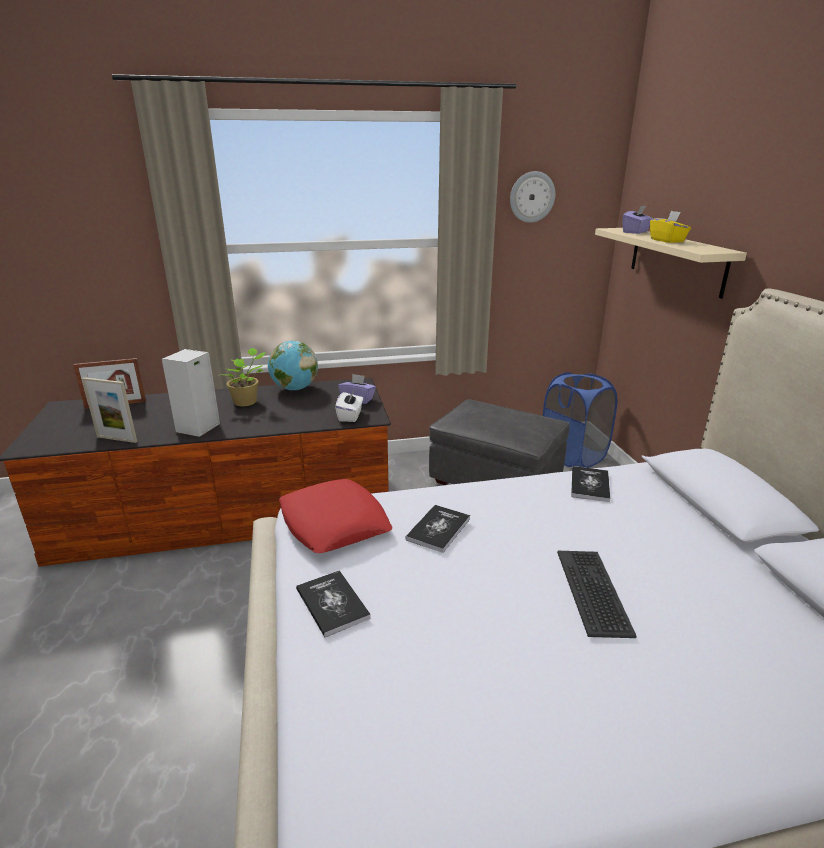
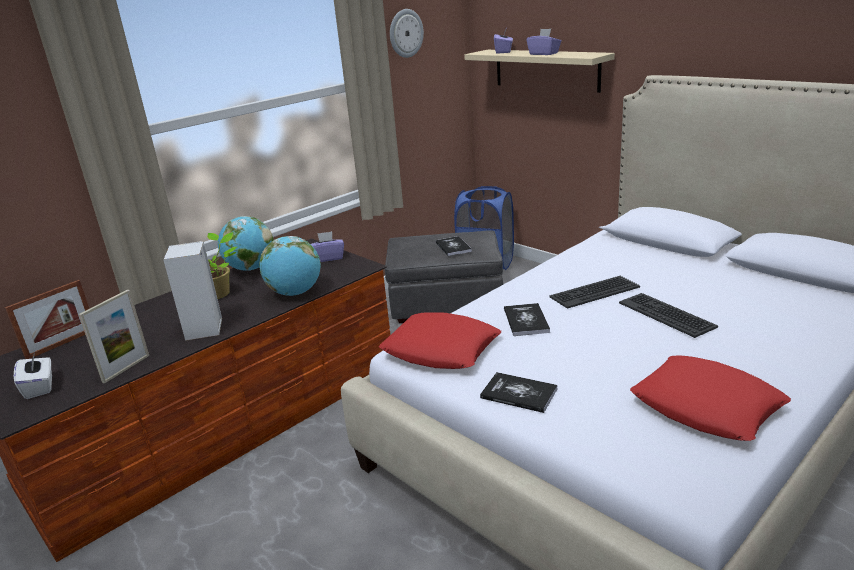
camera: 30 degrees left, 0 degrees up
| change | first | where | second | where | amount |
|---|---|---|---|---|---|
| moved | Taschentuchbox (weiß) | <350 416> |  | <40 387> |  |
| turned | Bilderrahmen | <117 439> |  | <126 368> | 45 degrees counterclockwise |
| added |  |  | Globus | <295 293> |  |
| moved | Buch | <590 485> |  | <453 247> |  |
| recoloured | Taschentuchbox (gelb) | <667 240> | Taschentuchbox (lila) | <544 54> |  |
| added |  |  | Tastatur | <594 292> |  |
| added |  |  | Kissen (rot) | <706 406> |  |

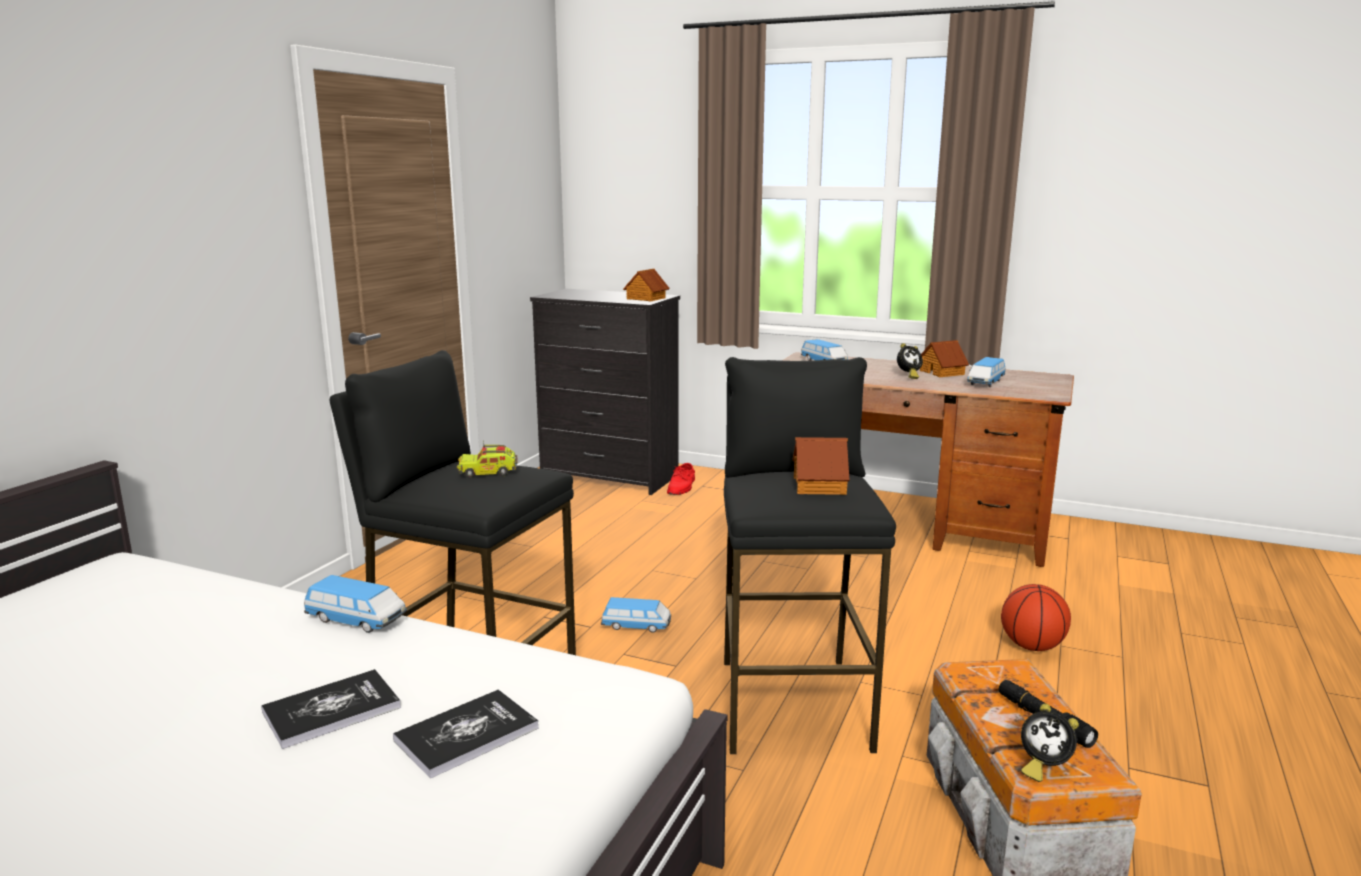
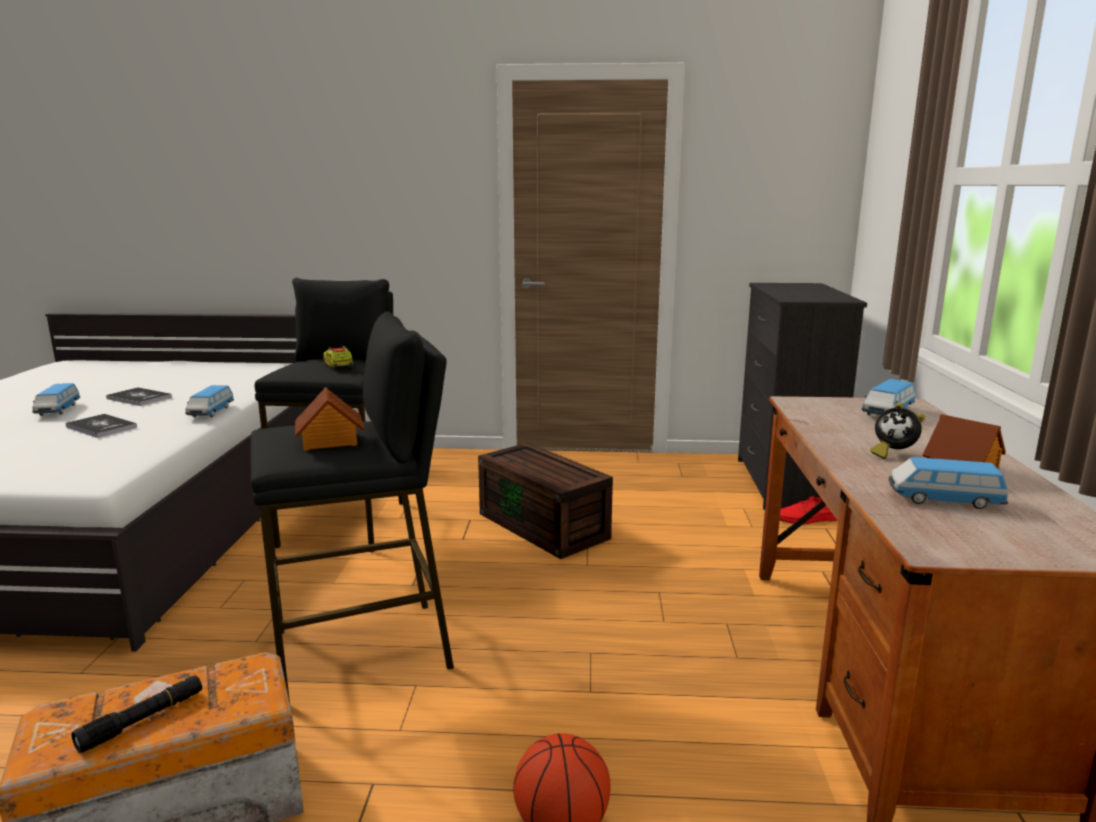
camera: 70 degrees right, 0 degrees up
| change | first | where | second | where | amount |
|---|---|---|---|---|---|
| moved | Spielzeugauto | <636 626> |  | <58 410> |  |
| moved | Buch | <466 734> |  | <139 398> |  |
| added |  |  | Aufbewahrungsbox (braun) | <546 526> |  |
| removed | Spielzeughaus | <645 298> |  |  |  |
| removed | Wecker | <1042 767> |  |  |  |

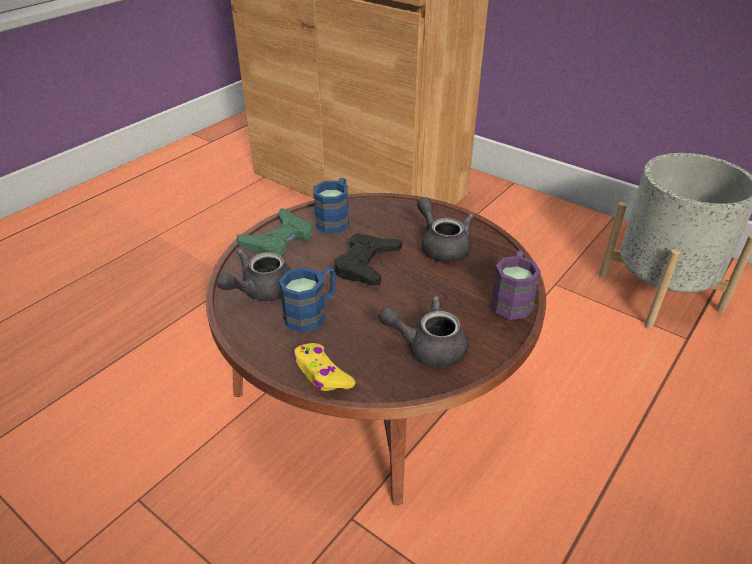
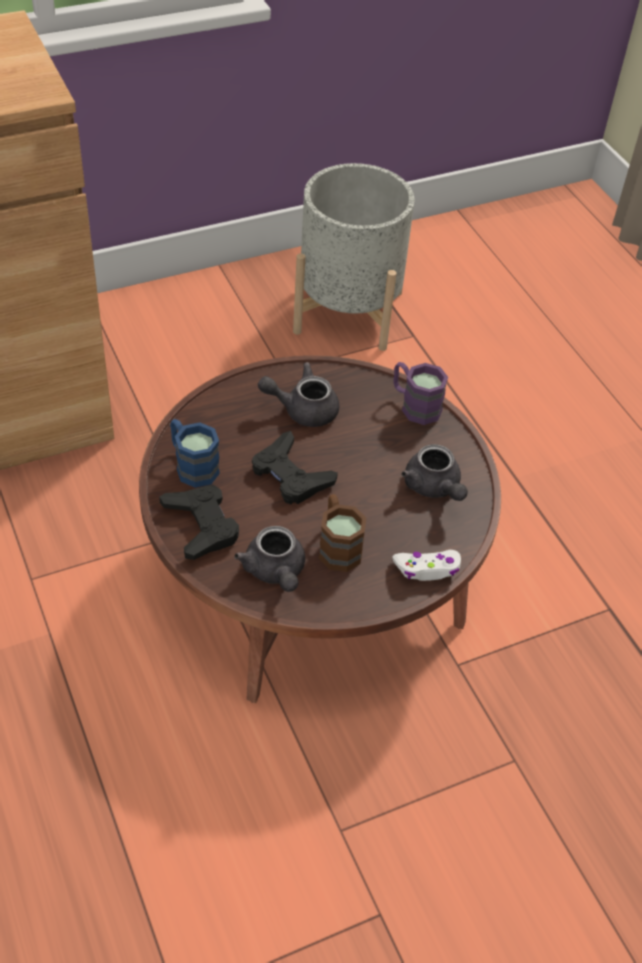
camera: 65 degrees left, 10 degrees up
| change | first | where | second | where | amount |
|---|---|---|---|---|---|
| recoloured | Gamepad (grün) | <278 241> | Gamepad (schwarz) | <201 525> |  |
| recoloured | Henkelbecher (blau) | <312 313> | Henkelbecher (braun) | <337 546> |  |
| recoloured | Gamepad (gelb) | <322 374> | Gamepad (weiß) | <427 569> |  |
| turned | Teekanne (grau) | <427 347> |  | <434 487> | 60 degrees counterclockwise |

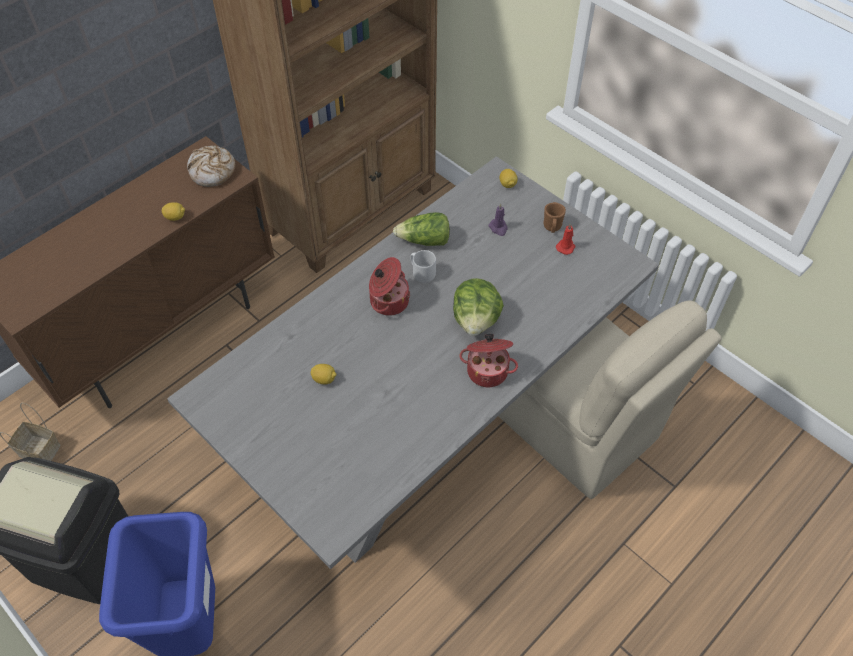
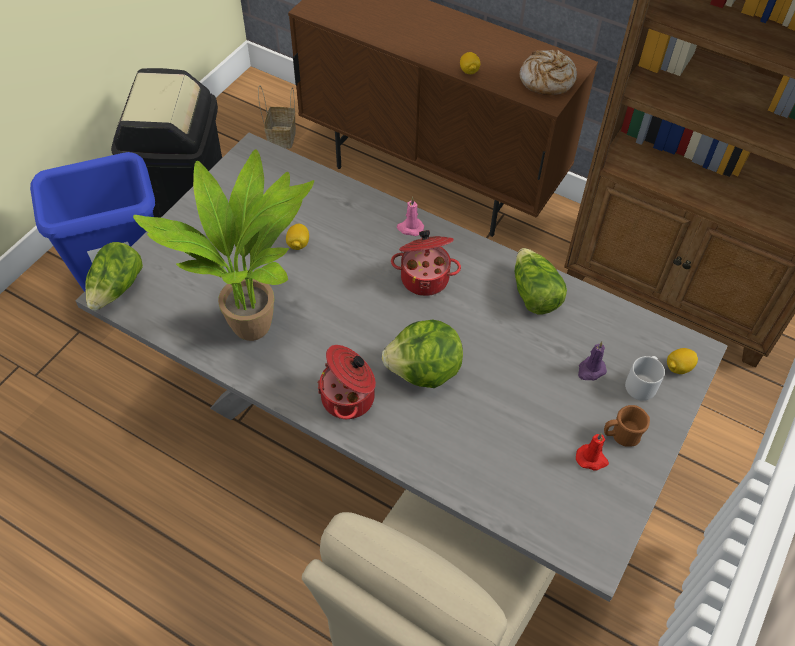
camera: 75 degrees right, 0 degrees up
| change | first | where | second | where | amount |
|---|---|---|---|---|---|
| added |  |  | Salatkopf | <117 288> |  |
| added |  |  | Topfpflanze | <254 322> |  |
| added |  |  | Kerze (rosa) | <410 228> |  |
| moved | Henkelbecher (grau) | <422 272> |  | <642 384> |  |

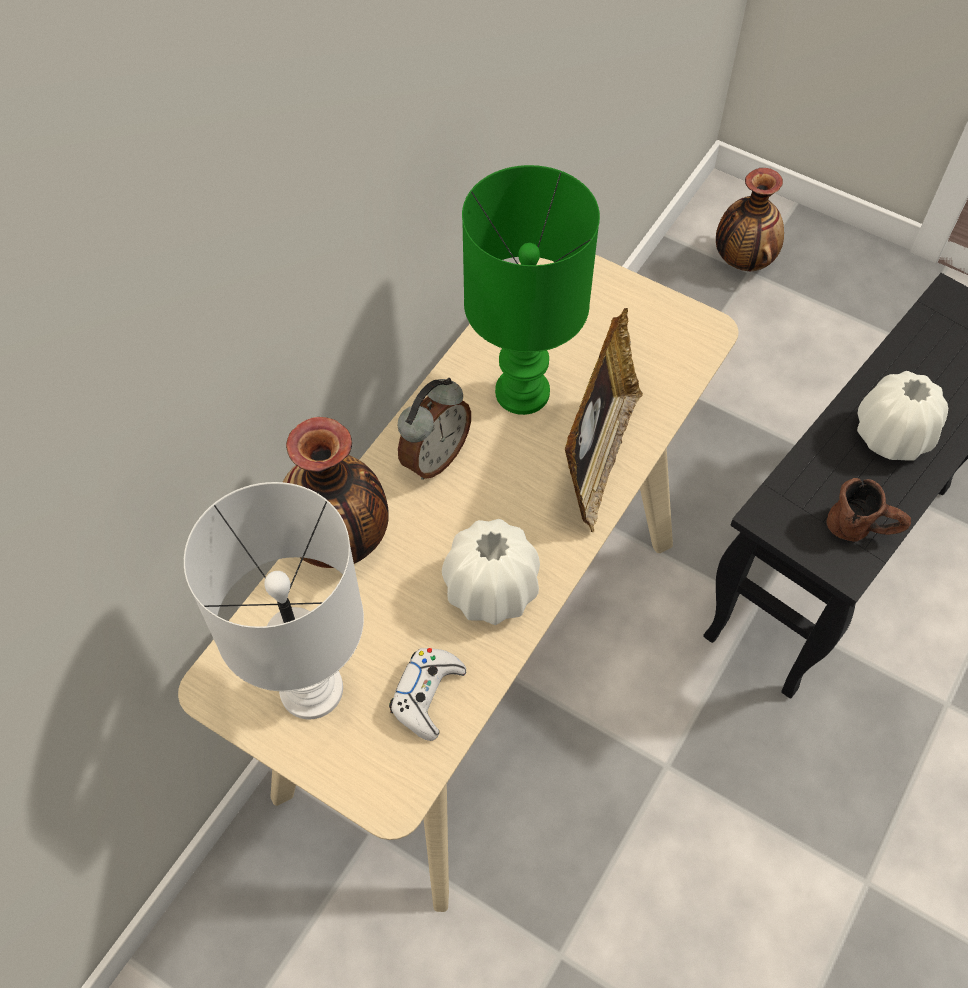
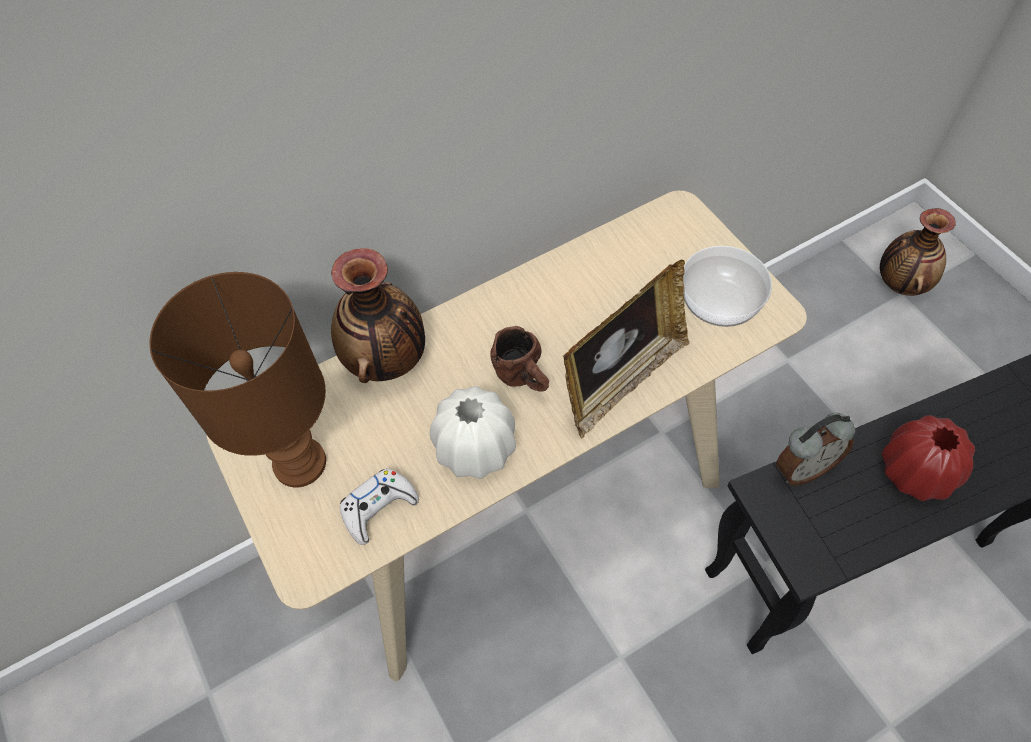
camera: 30 degrees right, 0 degrees up
| change | first | where | second | where | amount |
|---|---|---|---|---|---|
| recoloured | Tischlampe (weiß) | <312 692> | Tischlampe (braun) | <299 465> |  |
| moved | Henkelbecher (braun) | <863 528> |  | <524 379> |  |
| added |  |  | Schüssel | <720 300> |  |
| moved | Wecker | <434 457> |  | <803 468> |  |
| recoloured | Vase (weiß) | <892 436> | Vase (rot) | <915 472> |  |
| removed | Tischlampe (grün) | <520 393> |  |  |  |

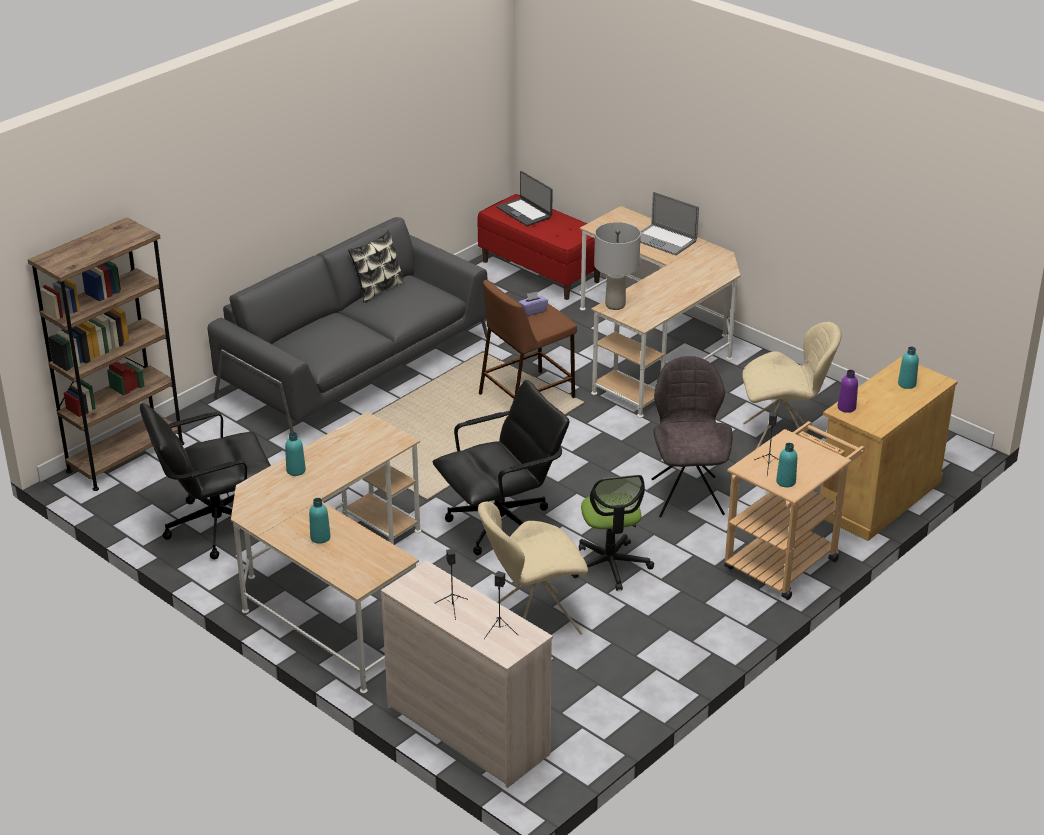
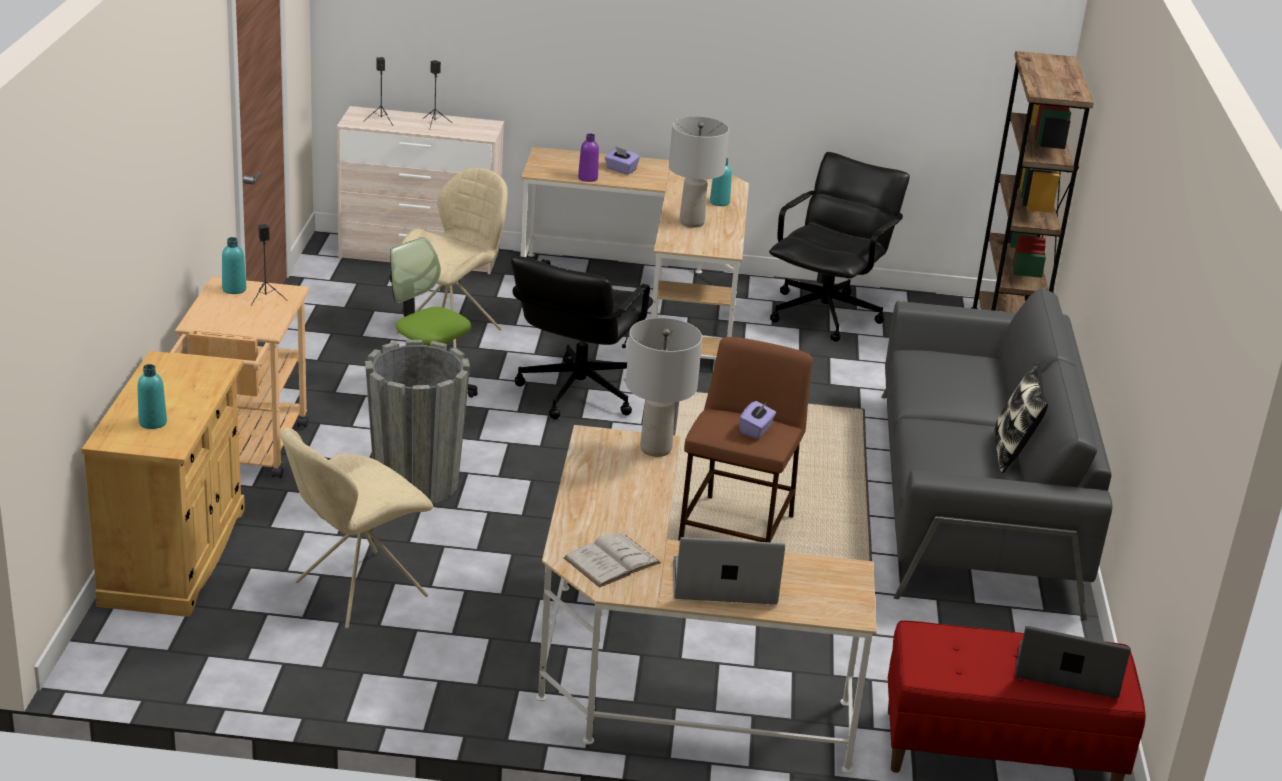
camera: 140 degrees right, 5 degrees down
| change | first | where | second | where | amount |
|---|---|---|---|---|---|
| replaced | Stuhl (grau) | <687 495> | Pflanzkübel (grau) | <416 483> |  |
| added |  |  | Buch (weiß) | <612 560> |  |
| moved | Flasche (lila) | <846 407> |  | <588 178> |  |
| replaced | Flasche (türkis) | <320 537> | Taschentuchbox (lila) | <621 170> |  |
| added |  |  | Tischlampe (grau) | <692 222> |  |

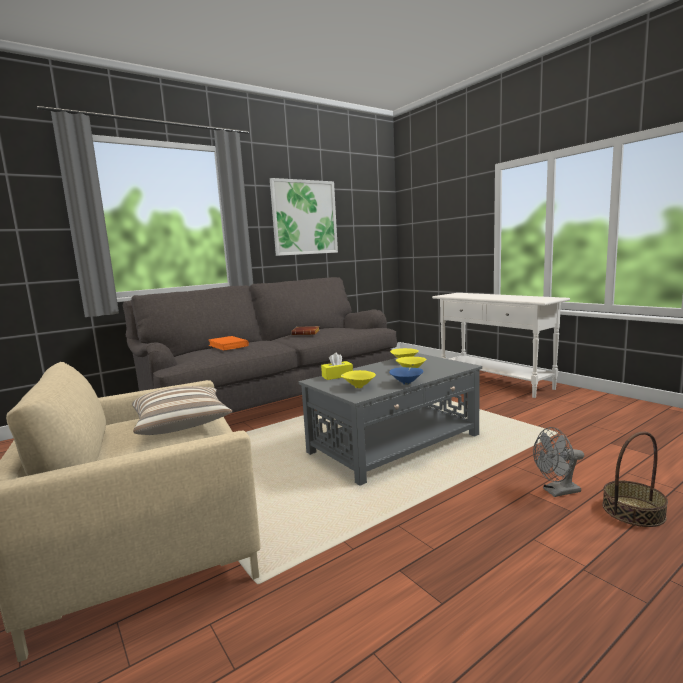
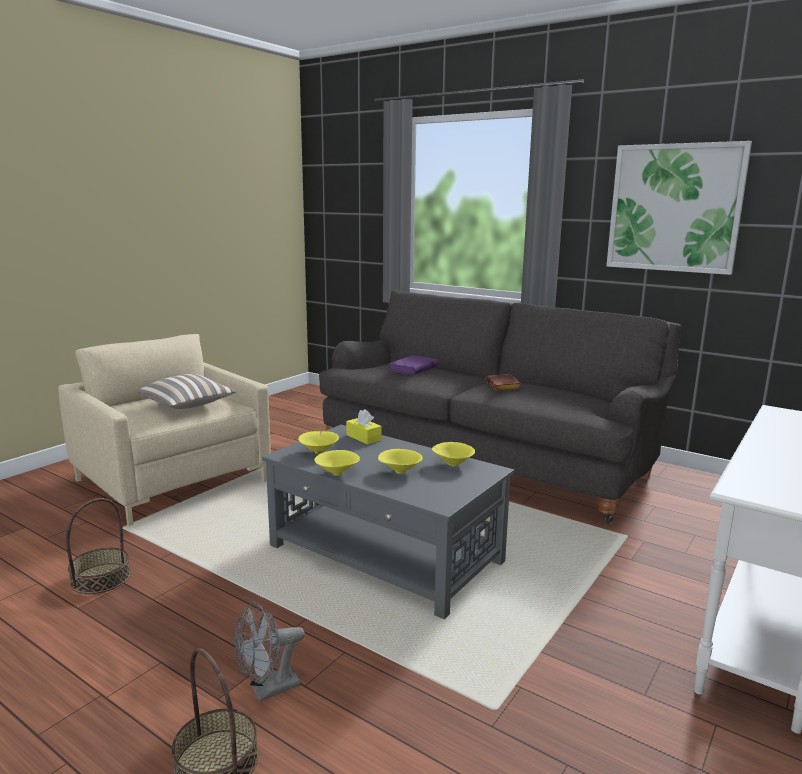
camera: 70 degrees right, 5 degrees up
| change | first | where | second | where | amount |
|---|---|---|---|---|---|
| added |  |  | Korb | <101 578> |  |
| turned | Ventilator (grau) | <557 492> |  | <268 690> | 90 degrees counterclockwise |
| recoloured | Schüssel (blau) | <407 383> | Schüssel (gelb) | <338 473> |  |
| recoloured | Buch (orange) | <228 346> | Buch (lila) | <413 368> |  |

